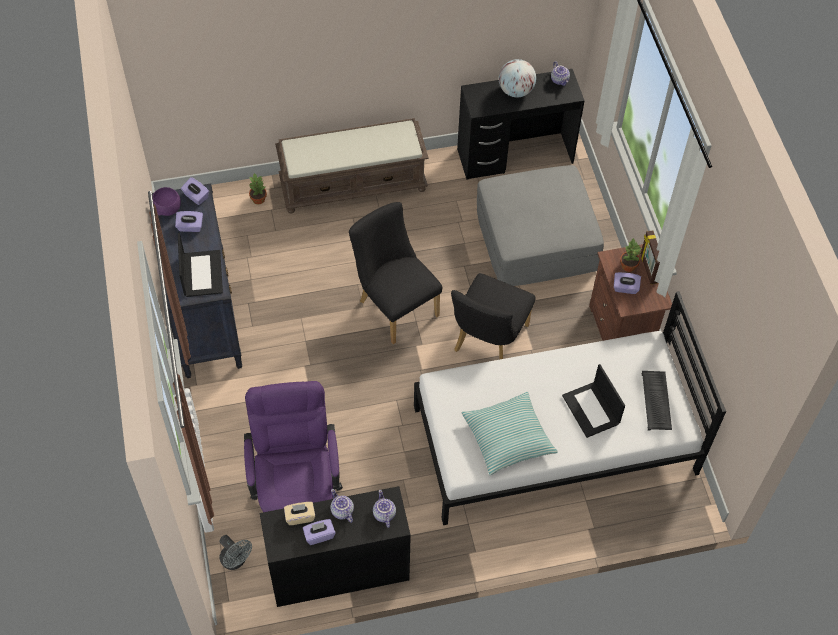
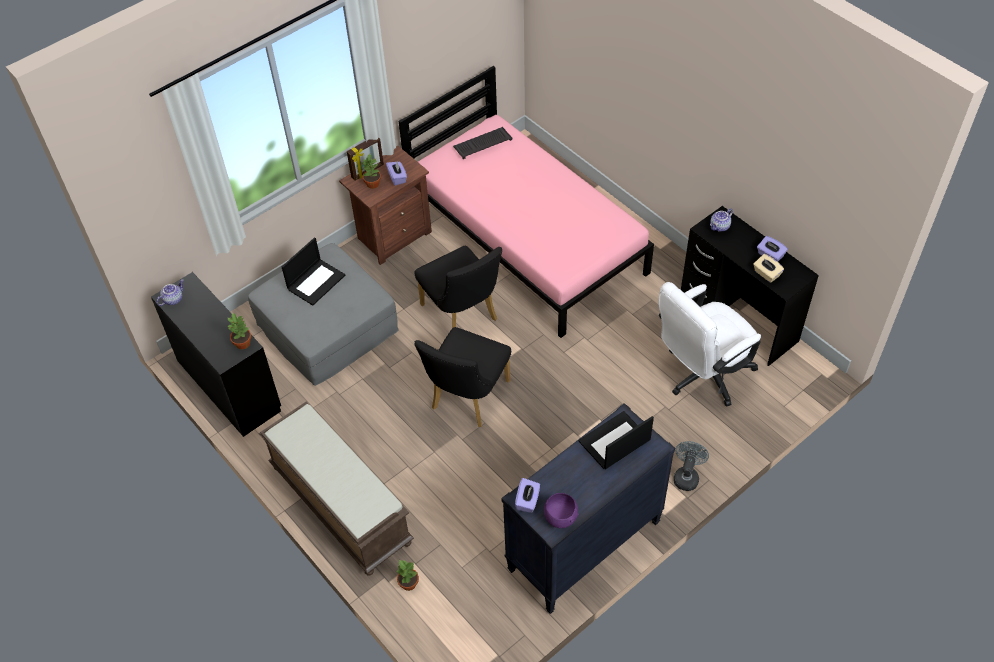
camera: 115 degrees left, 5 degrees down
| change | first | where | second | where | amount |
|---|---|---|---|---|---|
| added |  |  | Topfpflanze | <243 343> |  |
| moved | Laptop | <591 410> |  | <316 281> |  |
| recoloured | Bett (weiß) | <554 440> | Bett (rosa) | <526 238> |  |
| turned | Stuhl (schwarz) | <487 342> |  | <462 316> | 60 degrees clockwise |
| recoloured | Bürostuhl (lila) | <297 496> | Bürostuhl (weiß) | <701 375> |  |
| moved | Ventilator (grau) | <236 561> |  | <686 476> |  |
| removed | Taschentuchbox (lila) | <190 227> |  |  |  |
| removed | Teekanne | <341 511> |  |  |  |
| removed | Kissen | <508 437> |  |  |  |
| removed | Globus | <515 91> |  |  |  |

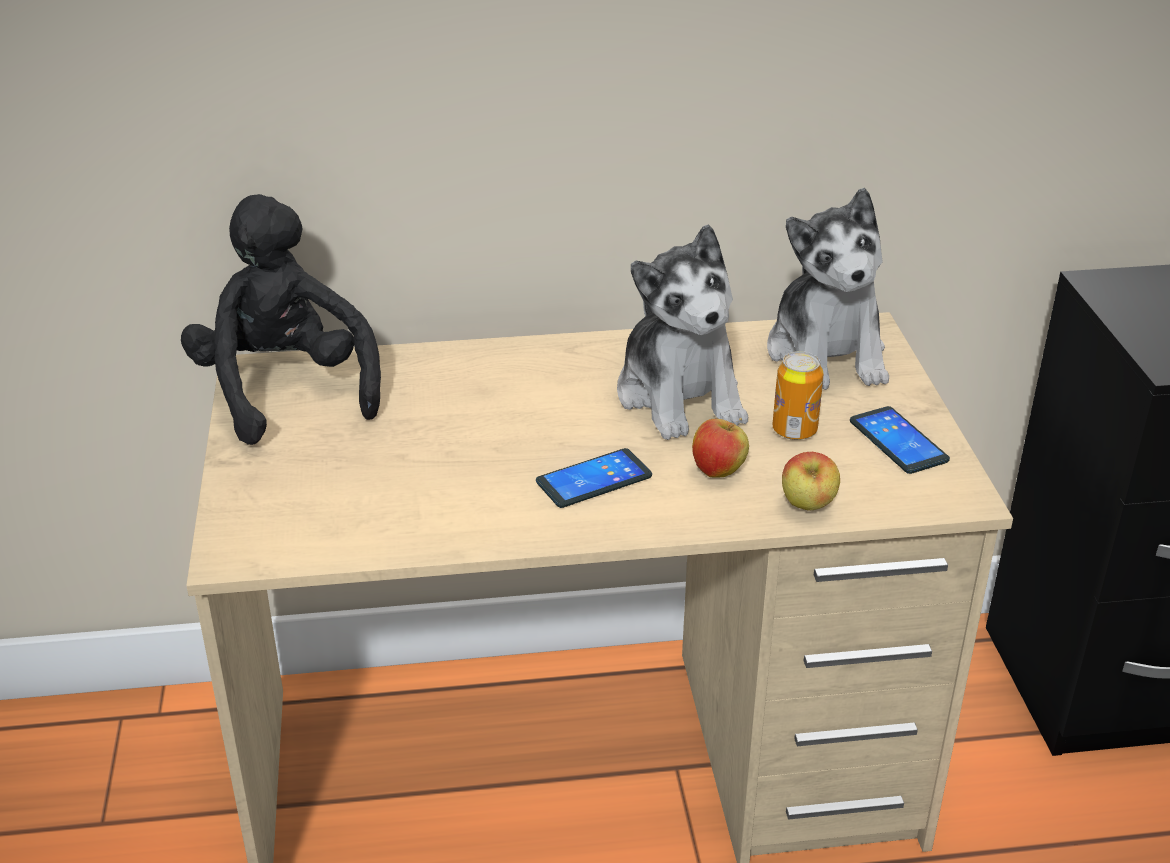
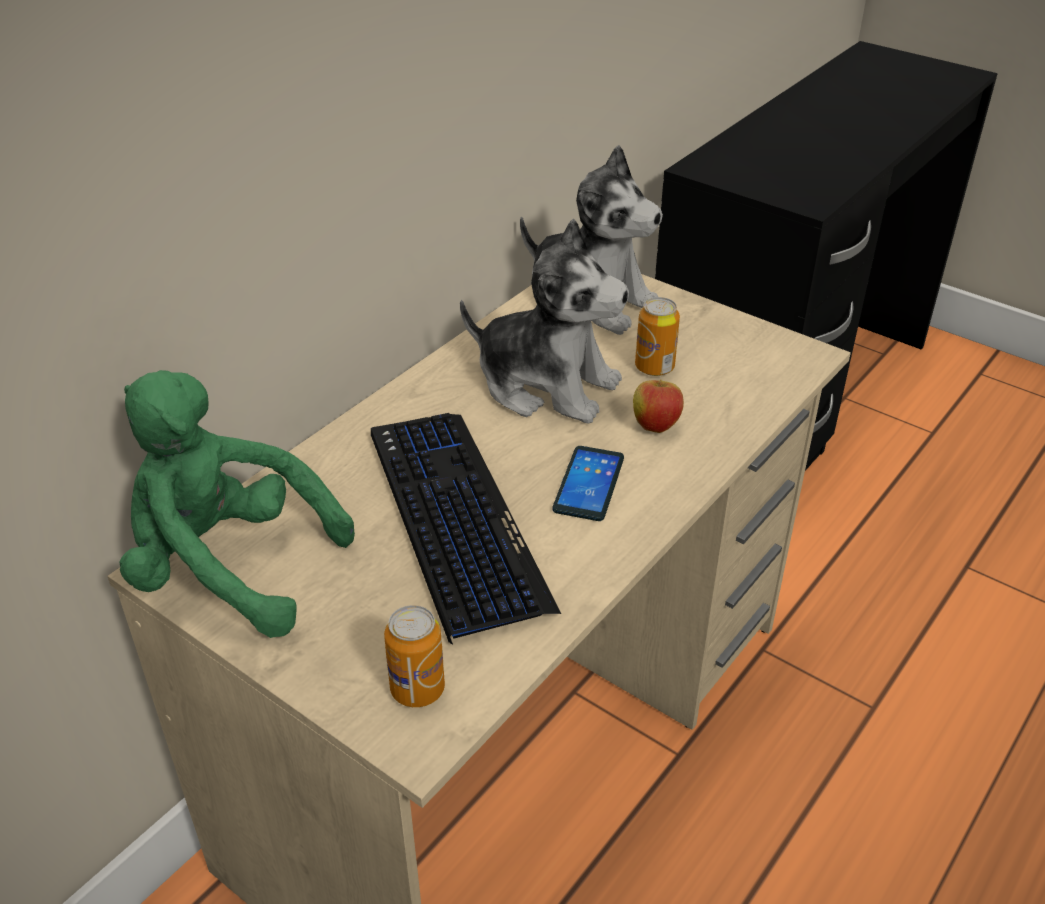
camera: 45 degrees left, 5 degrees up
| change | first | where | second | where | amount |
|---|---|---|---|---|---|
| recoloured | Plüschtier (schwarz) | <285 391> | Plüschtier (grün) | <229 568> |  |
| added |  |  | Tastatur | <455 520> |  |
| added |  |  | Dose | <417 689> |  |
| removed | Apfel | <807 507> |  |  |  |
| removed | Handy | <898 441> |  |  |  |

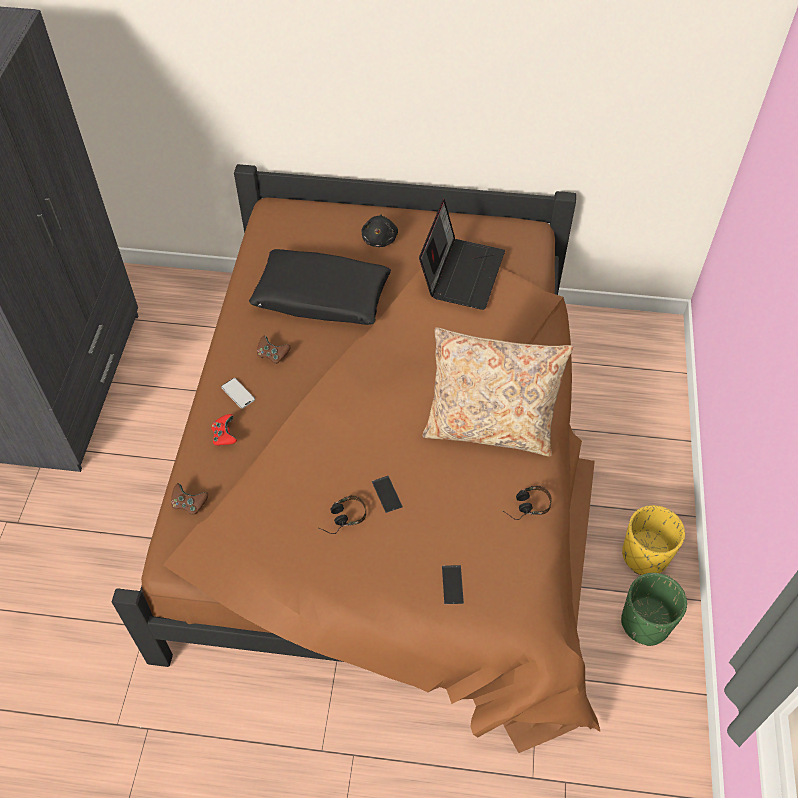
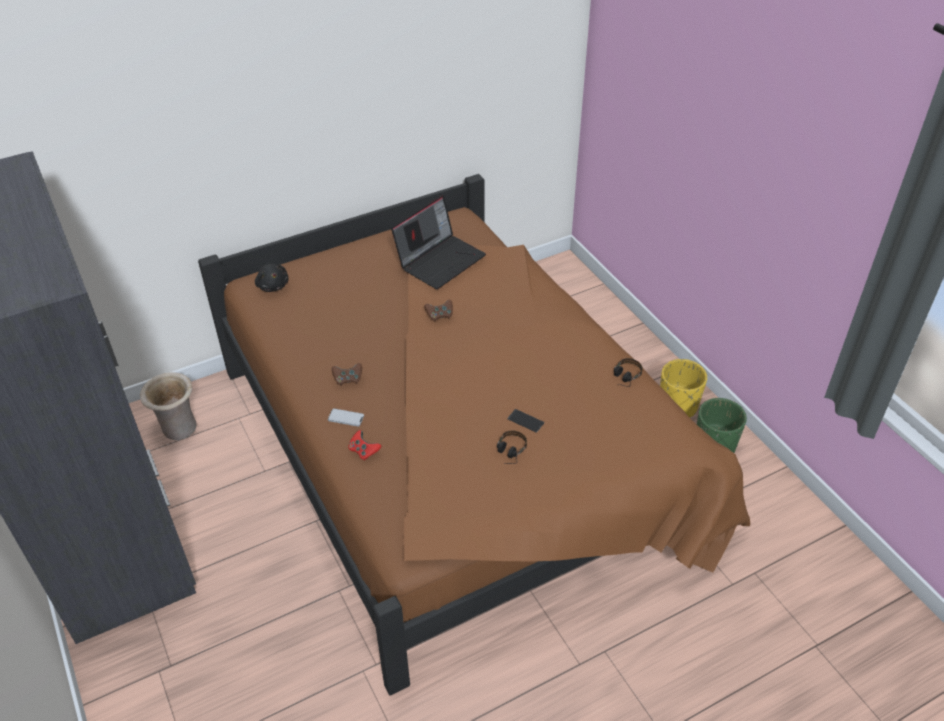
camera: 35 degrees left, 10 degrees down
| change | first | where | second | where | amount |
|---|---|---|---|---|---|
| added |  |  | Vase (beige) | <178 428> |  |
| moved | Plüschtier (schwarz) | <380 239> |  | <272 285> |  |
| turned | Laptop | <461 272> |  | <440 260> | 60 degrees clockwise |
| moved | Gamepad (braun) | <189 504> |  | <439 315> |  |
| removed | Kissen (schwarz) | <321 297> |  |  |  |
| removed | Kissen (beige) | <489 428> |  |  |  |
| removed | Handy | <452 584> |  |  |  |

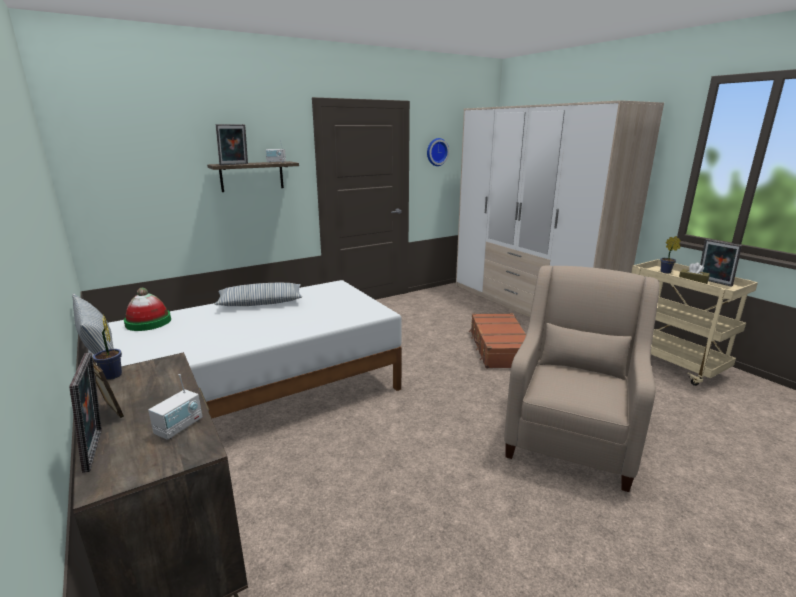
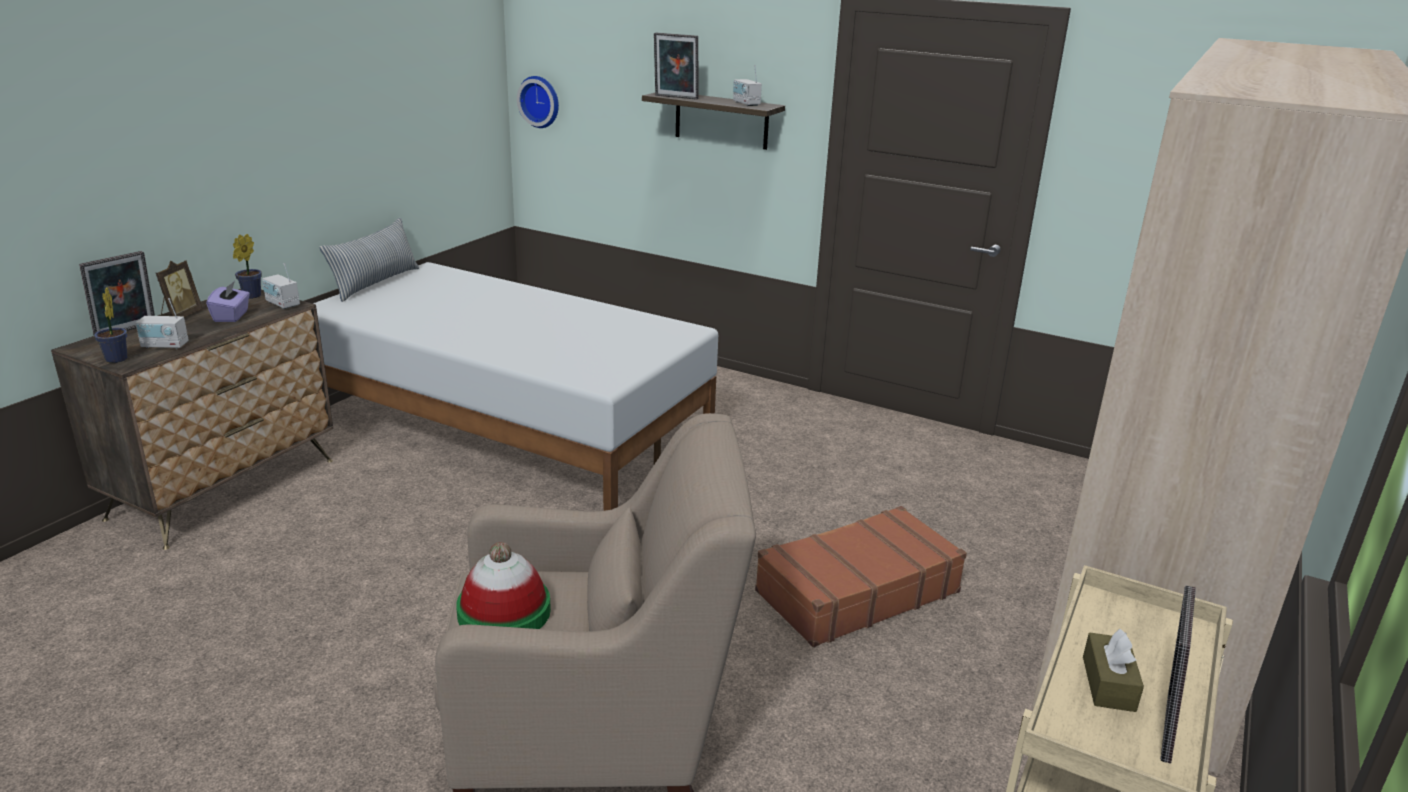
camera: 60 degrees right, 5 degrees up
| change | first | where | second | where | amount |
|---|---|---|---|---|---|
| moved | Topfpflanze | <667 272> |  | <116 360> |  |
| added |  |  | Taschentuchbox (lila) | <232 316> |  |
| added |  |  | Radio | <282 304> |  |
| moved | Hut | <148 322> |  | <504 612> |  |
| moved | Wanduhr | <436 152> |  | <540 101> |  |
| removed | Kissen | <261 303> |  |  |  |

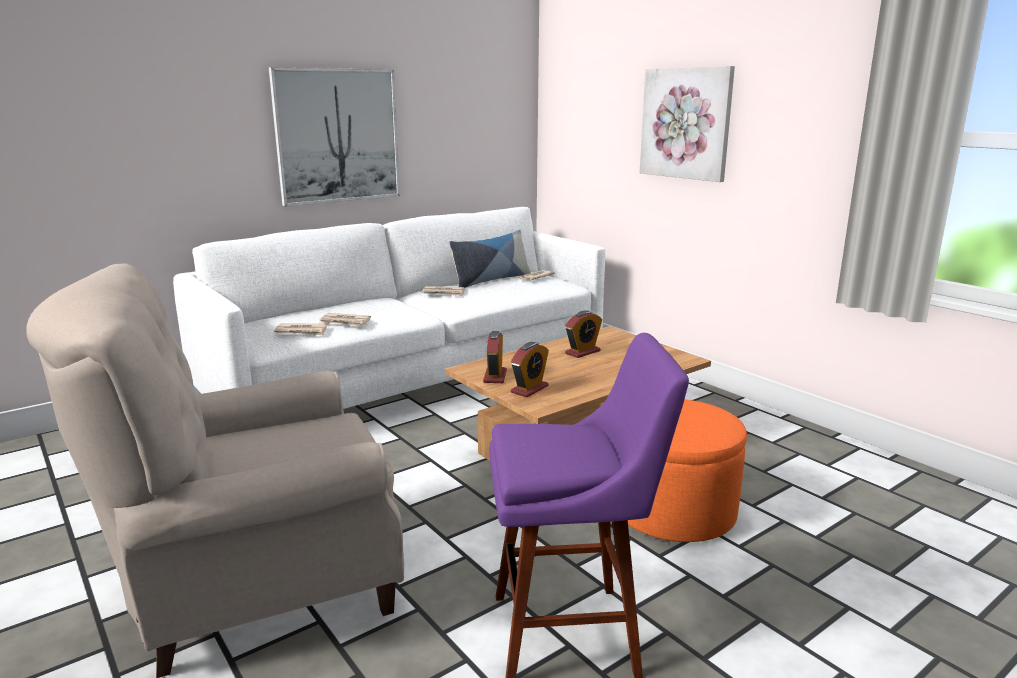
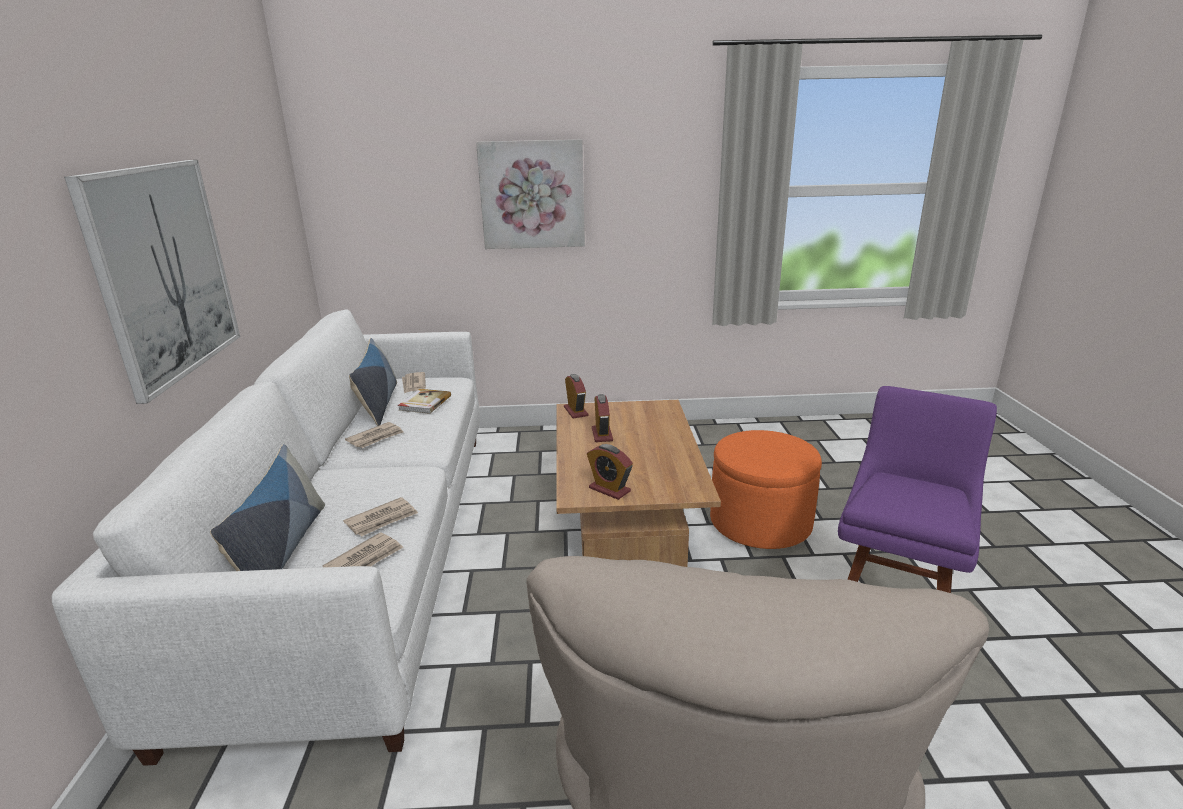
camera: 55 degrees left, 5 degrees up
| change | first | where | second | where | amount |
|---|---|---|---|---|---|
| added |  |  | Kissen | <282 550> |  |
| added |  |  | Buch | <424 403> |  |
| moved | Wecker | <529 389> |  | <575 411> |  |

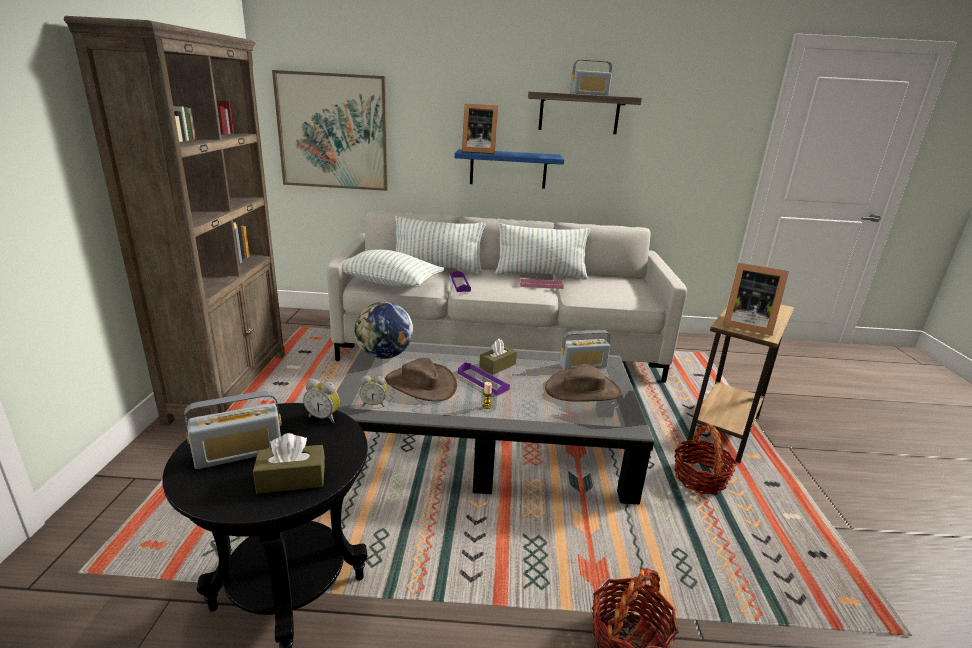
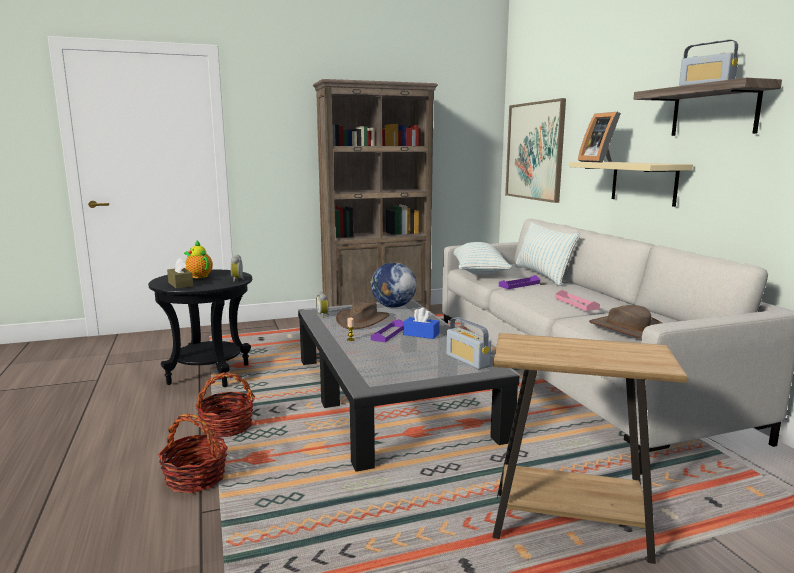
camera: 70 degrees right, 10 degrees down
| change | first | where | second | where | amount |
|---|---|---|---|---|---|
| replaced | Radio | <239 453> | Teekanne | <199 276> |  |
| moved | Korb | <699 478> |  | <227 427> |  |
| recoloured | Taschentuchbox (braun) | <497 366> | Taschentuchbox (blau) | <421 334> |  |
| recoloured | Wandregal (blau) | <508 169> | Wandregal (beige) | <643 182> |  |
| moved | Hut (braun) | <583 390> |  | <627 329> |  |
| removed | Kissen | <540 275> |  |  |  |
| removed | Bilderrahmen | <745 325> |  |  |  |

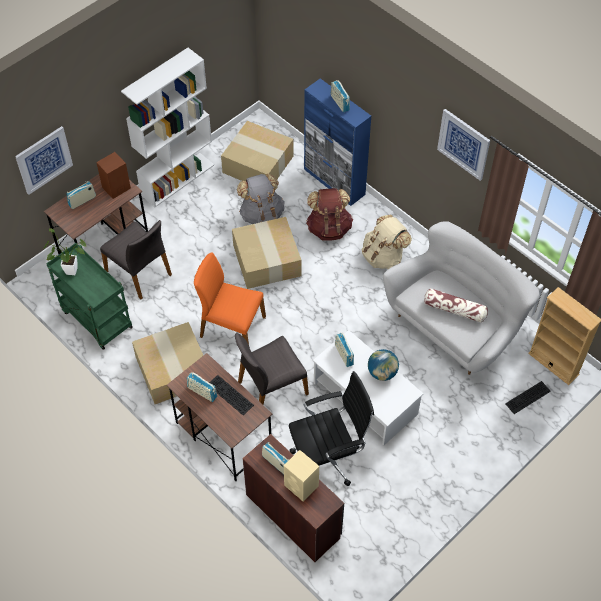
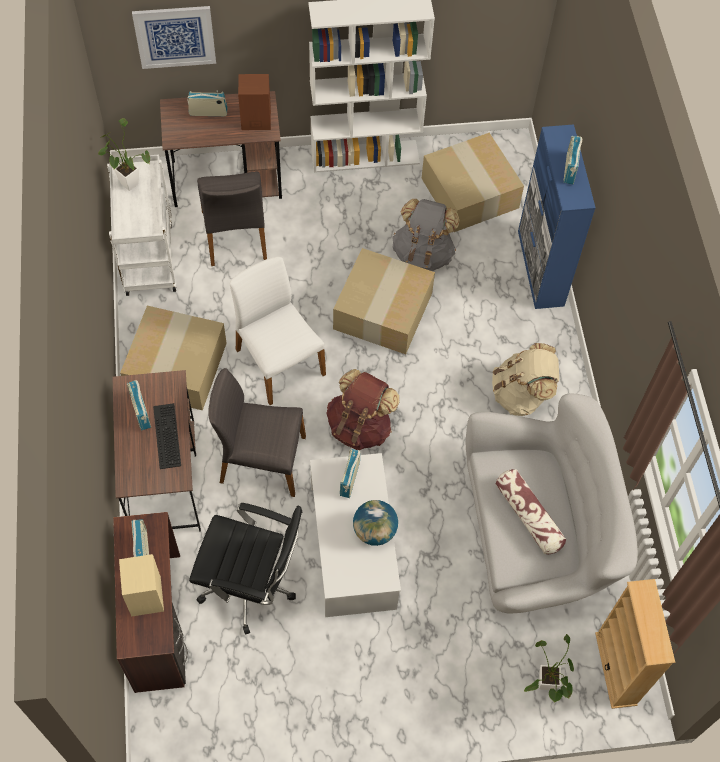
camera: 35 degrees right, 5 degrees up
| change | first | where | second | where | amount |
|---|---|---|---|---|---|
| recoloured | Rollwagen (grün) | <95 319> | Rollwagen (weiß) | <148 257> |  |
| recoloured | Stuhl (orange) | <231 327> | Stuhl (weiß) | <278 361> |  |
| moved | Rucksack (braun) | <329 228> |  | <360 426> |  |
| replaced | Tastatur | <528 398> | Topfpflanze | <545 687> |  |
| removed | Bild | <463 144> |  |  |  |

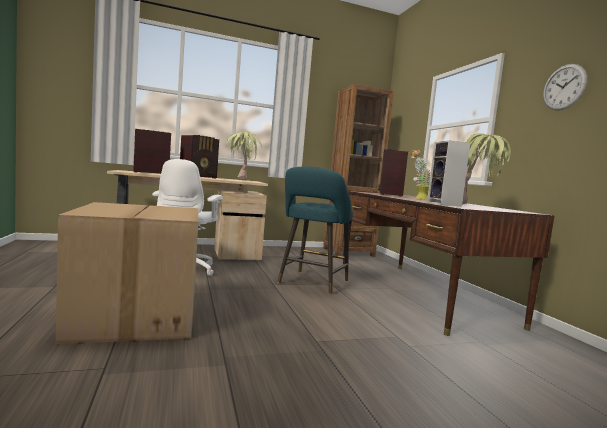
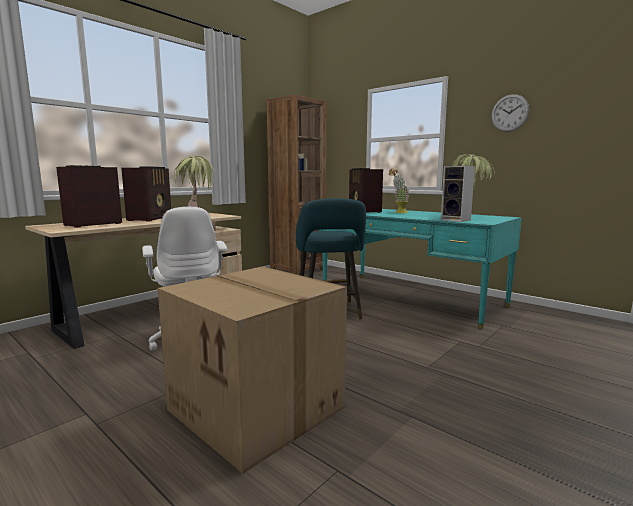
camera: 30 degrees left, 5 degrees up
| change | first | where | second | where | amount |
|---|---|---|---|---|---|
| recoloured | Schreibtisch (braun) | <417 292> | Schreibtisch (türkis) | <409 297> |  |

